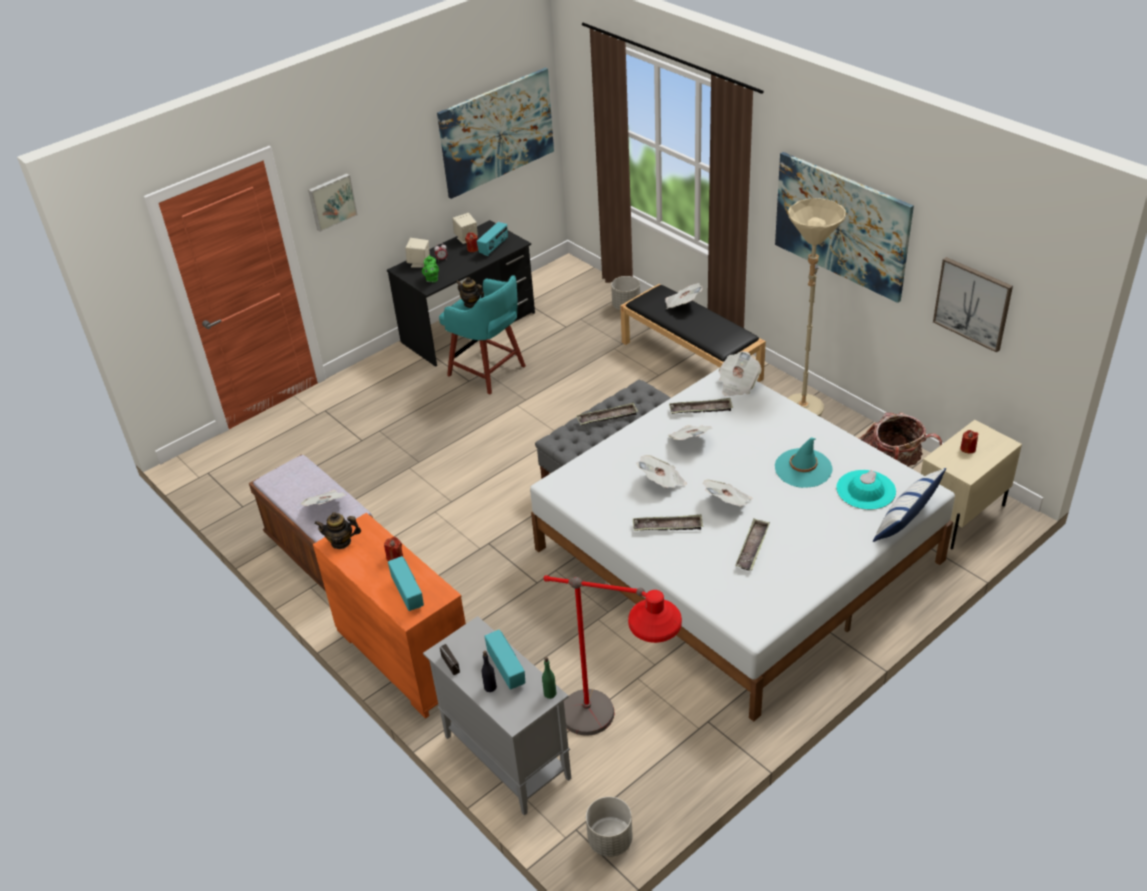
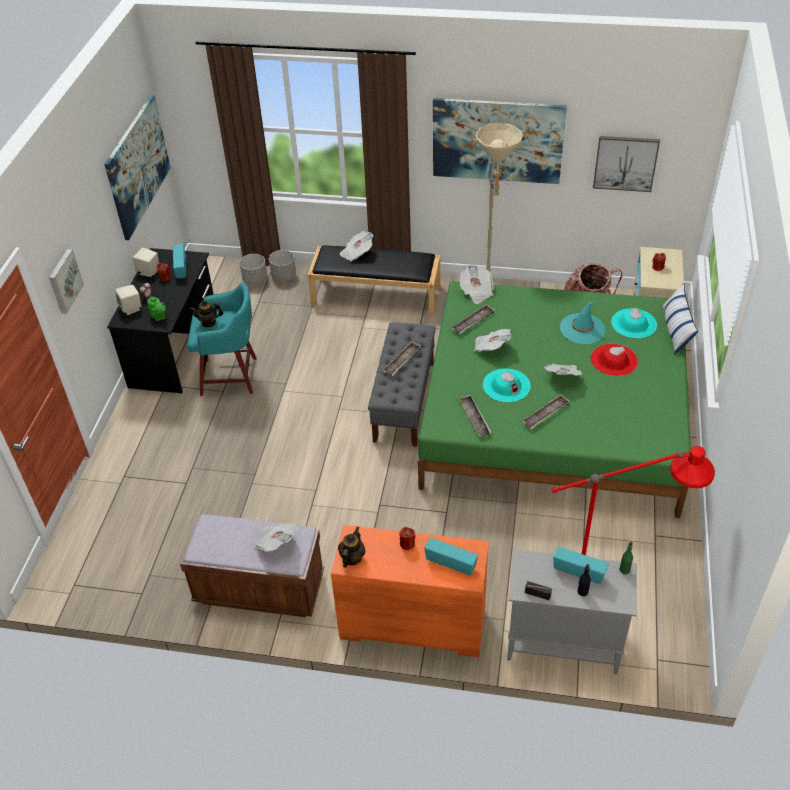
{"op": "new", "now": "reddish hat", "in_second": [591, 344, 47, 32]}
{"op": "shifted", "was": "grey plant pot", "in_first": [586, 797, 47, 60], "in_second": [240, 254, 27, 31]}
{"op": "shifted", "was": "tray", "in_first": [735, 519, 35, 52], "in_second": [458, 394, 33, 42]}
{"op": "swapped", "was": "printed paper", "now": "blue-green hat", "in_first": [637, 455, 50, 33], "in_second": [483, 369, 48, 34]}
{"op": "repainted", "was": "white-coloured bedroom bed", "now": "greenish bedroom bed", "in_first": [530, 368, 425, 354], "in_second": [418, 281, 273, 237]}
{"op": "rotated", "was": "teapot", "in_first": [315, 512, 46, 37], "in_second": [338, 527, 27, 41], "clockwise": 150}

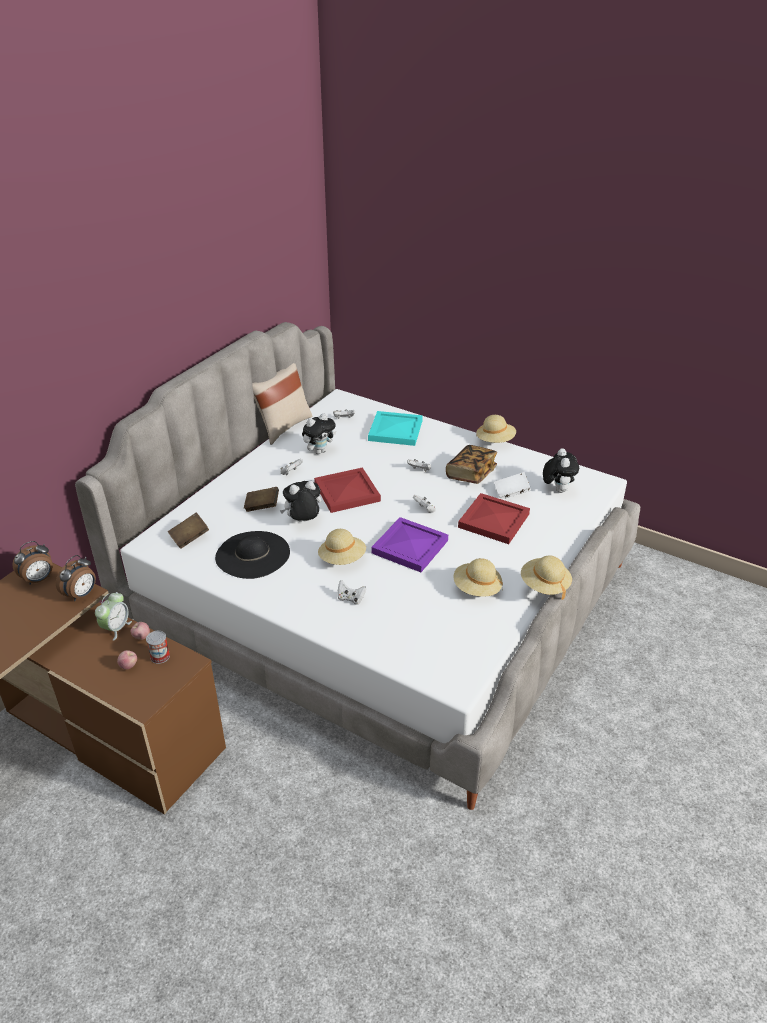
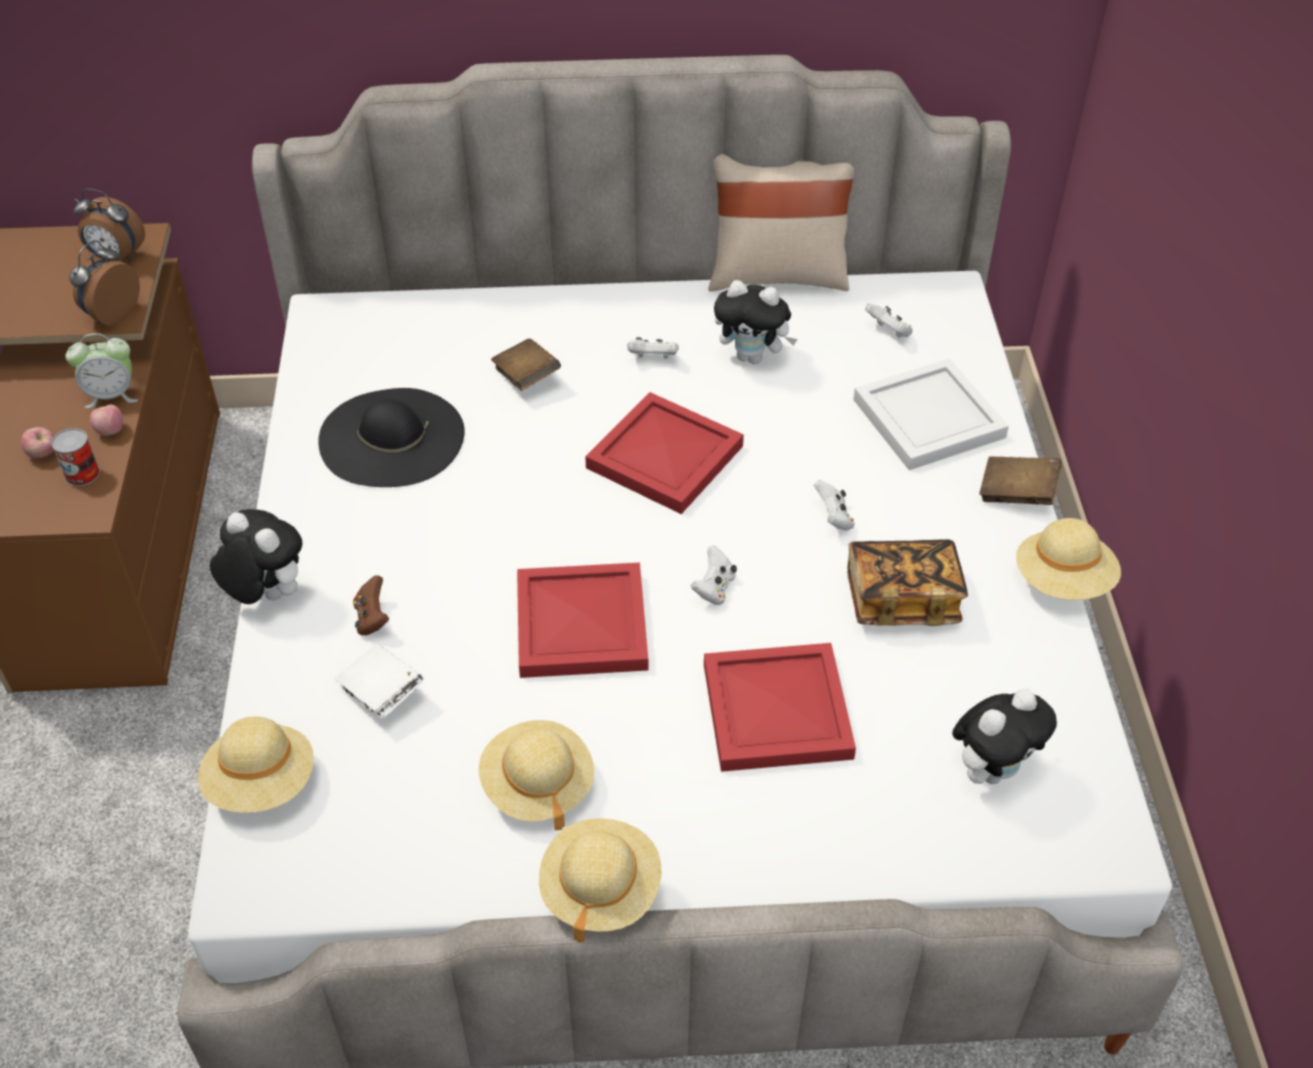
{"op": "shifted", "was": "brown-coloured bound book", "in_first": [168, 513, 41, 36], "in_second": [980, 456, 82, 49]}
{"op": "shifted", "was": "cuddly toy", "in_first": [280, 481, 42, 41], "in_second": [210, 509, 92, 95]}
{"op": "shifted", "was": "sand-coloured hat", "in_first": [318, 529, 48, 36], "in_second": [198, 716, 116, 97]}
{"op": "shifted", "was": "white-coloured bound book", "in_first": [494, 472, 37, 28], "in_second": [335, 644, 89, 75]}
{"op": "repainted", "was": "white-coloured joypad", "now": "brown-coloured joypad", "in_first": [338, 580, 28, 25], "in_second": [353, 575, 36, 61]}
{"op": "repainted", "was": "blue-green tray", "now": "white-coloured tray", "in_first": [368, 411, 55, 35], "in_second": [853, 358, 156, 112]}
{"op": "repainted", "was": "purple-coloured tray", "now": "reddish tray", "in_first": [371, 517, 77, 55], "in_second": [517, 562, 131, 116]}
{"op": "rotated", "was": "bedside clock", "in_first": [56, 555, 40, 46], "in_second": [69, 240, 71, 85], "clockwise": 120}

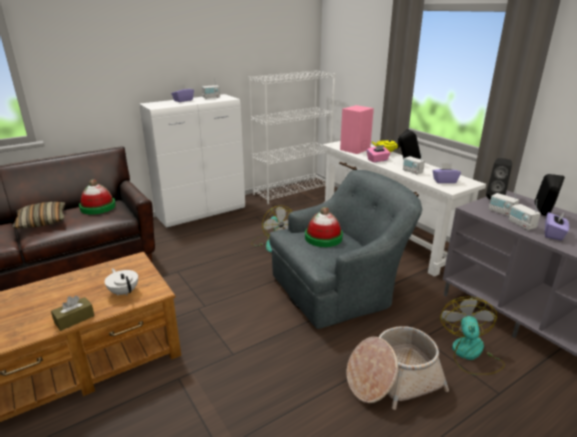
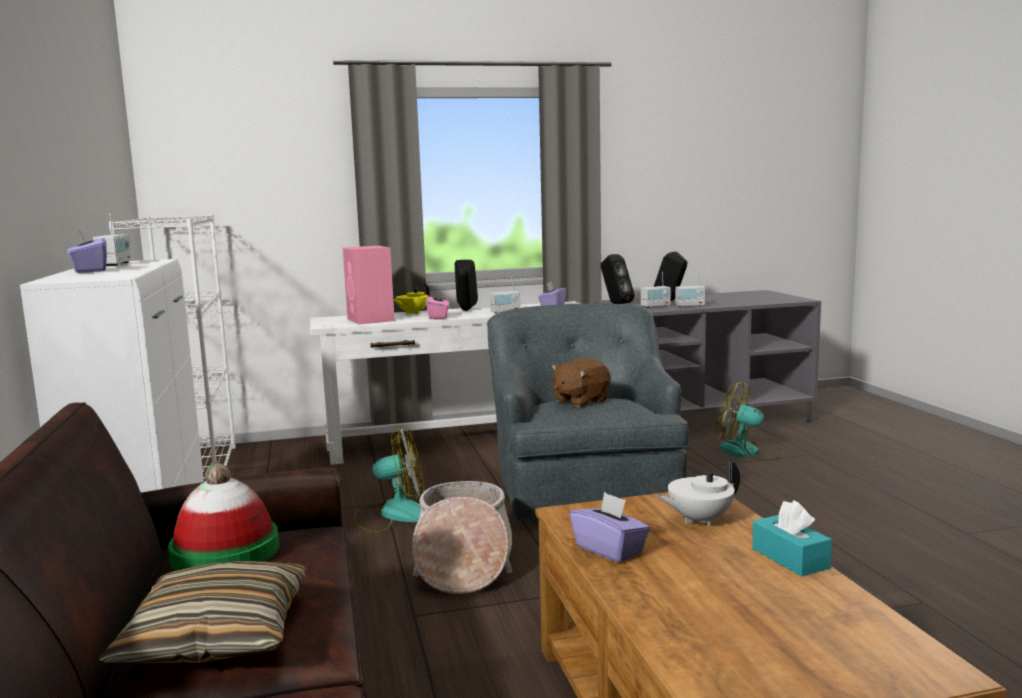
{"op": "shifted", "was": "storage basket", "in_first": [346, 326, 103, 84], "in_second": [412, 481, 101, 113]}
{"op": "shifted", "was": "purple-coloured box of tissues", "in_first": [545, 212, 24, 28], "in_second": [570, 492, 80, 71]}
{"op": "swapped", "was": "hat", "now": "brown-coloured cuddly toy", "in_first": [305, 207, 38, 40], "in_second": [551, 358, 60, 49]}
{"op": "repainted", "was": "brown-coloured box of tissues", "now": "blue-green box of tissues", "in_first": [51, 296, 44, 35], "in_second": [752, 500, 80, 76]}

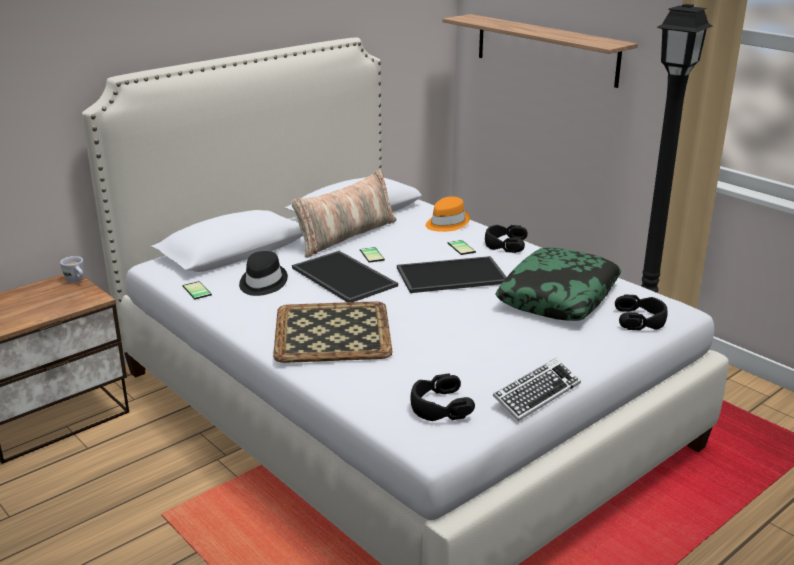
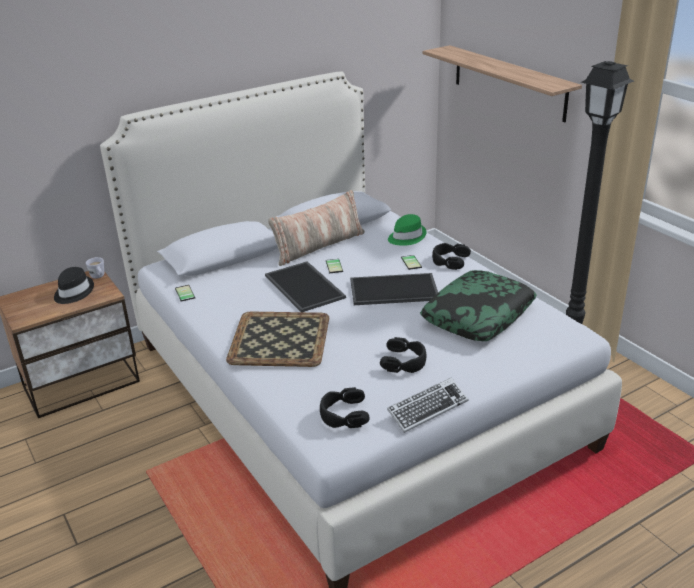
{"op": "shifted", "was": "black hat", "in_first": [239, 251, 49, 45], "in_second": [54, 267, 40, 37]}
{"op": "shifted", "was": "black headphones", "in_first": [615, 294, 53, 36], "in_second": [380, 337, 46, 36]}
{"op": "repainted", "was": "orangey hat", "now": "greenish hat", "in_first": [426, 196, 44, 36], "in_second": [388, 214, 38, 32]}

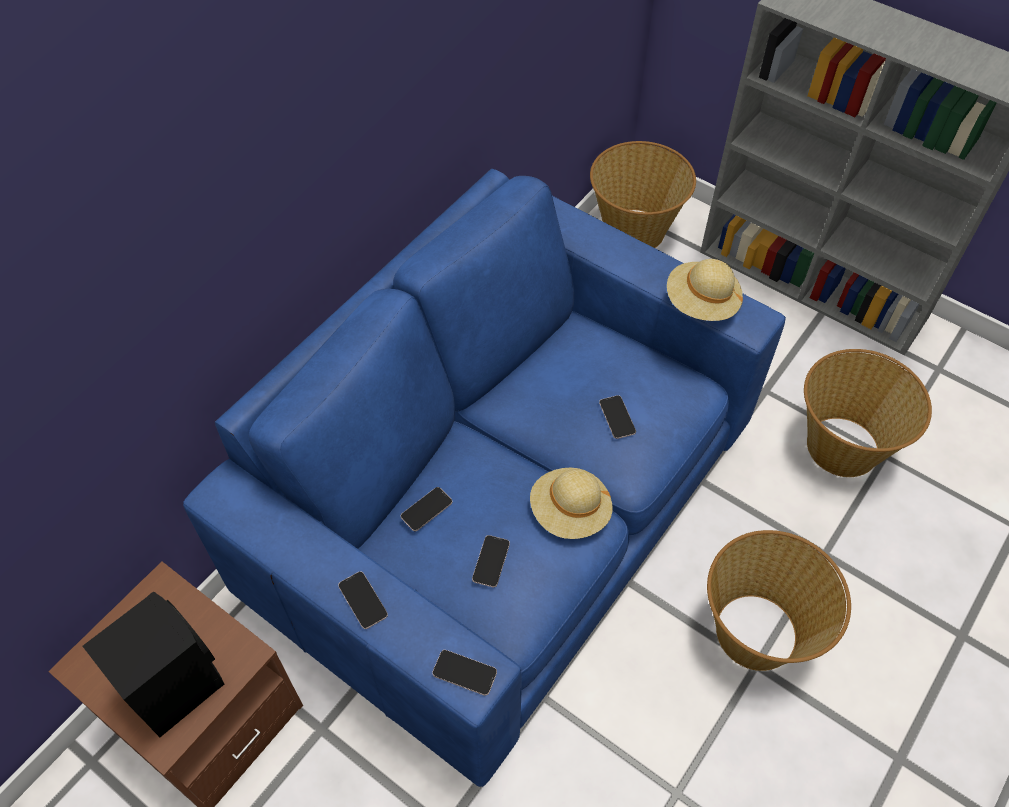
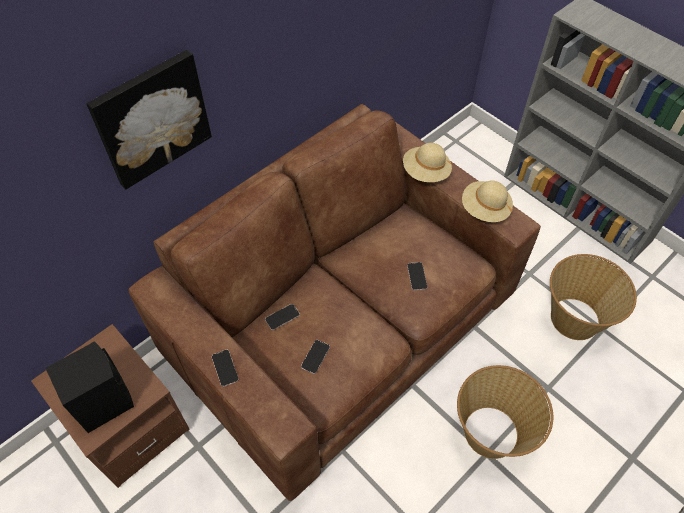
{"op": "gone", "was": "telephone", "in_first": [432, 650, 65, 46]}
{"op": "gone", "was": "storage basket", "in_first": [590, 141, 106, 107]}
{"op": "new", "now": "wall art", "in_second": [86, 50, 126, 140]}
{"op": "shifted", "was": "sand-coloured hat", "in_first": [530, 468, 82, 71], "in_second": [403, 143, 49, 39]}
{"op": "repainted", "was": "blue couch", "now": "brown-coloured couch", "in_first": [183, 169, 603, 618], "in_second": [128, 104, 413, 397]}

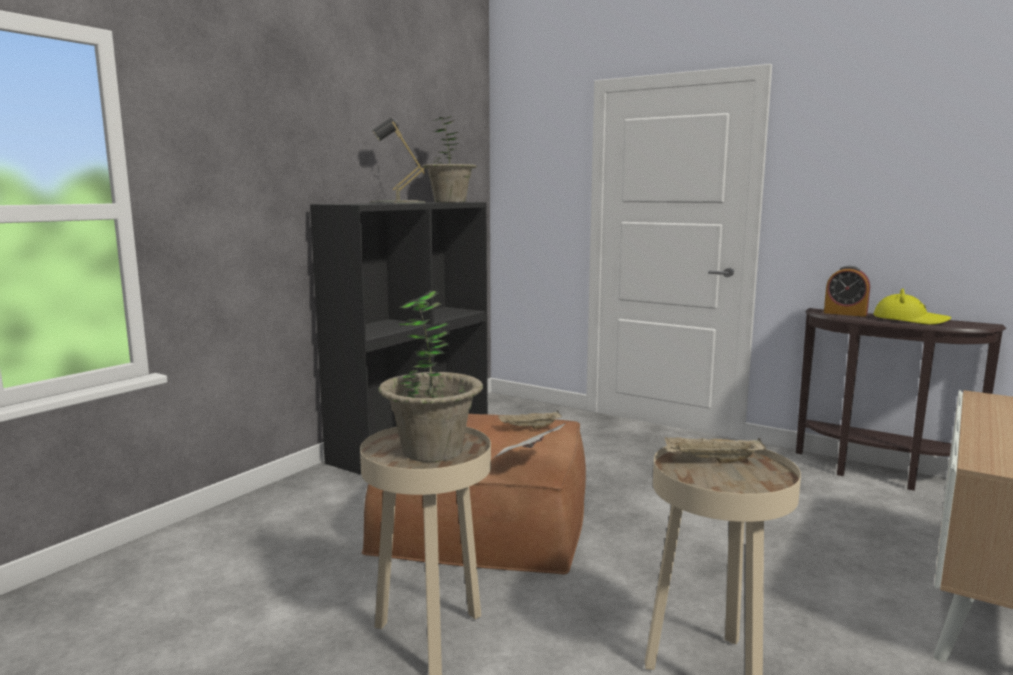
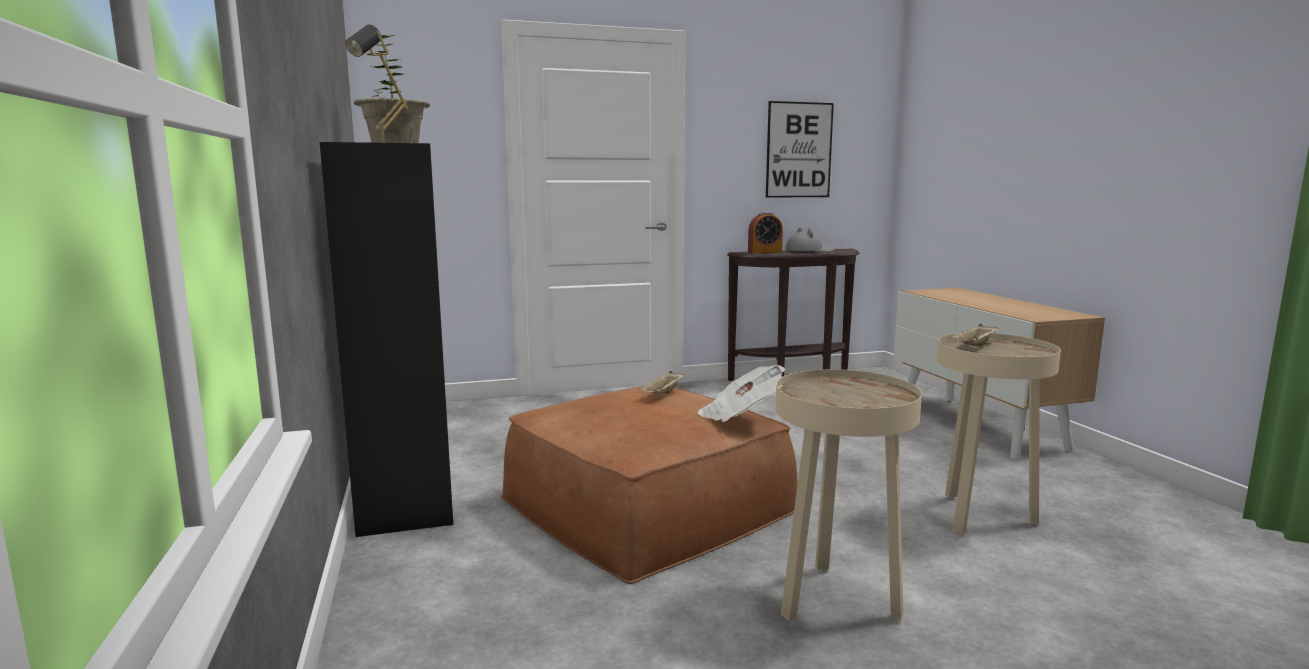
{"op": "gone", "was": "potted plant", "in_first": [378, 291, 105, 171]}
{"op": "new", "now": "wall art", "in_second": [766, 101, 68, 97]}
{"op": "repainted", "was": "yellowish hat", "now": "grey hat", "in_first": [874, 288, 77, 37], "in_second": [785, 227, 50, 25]}

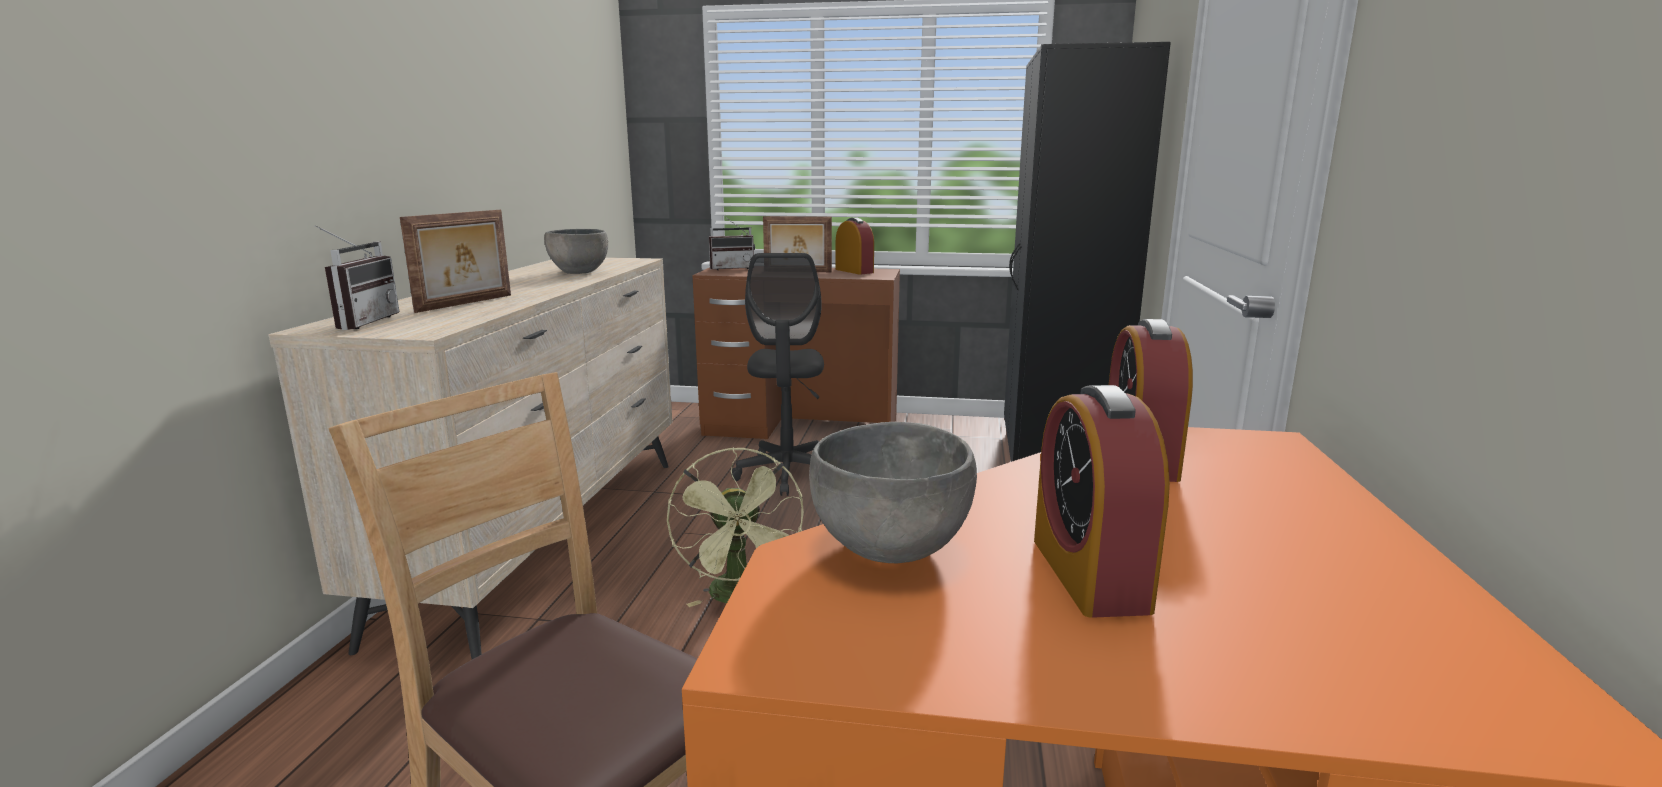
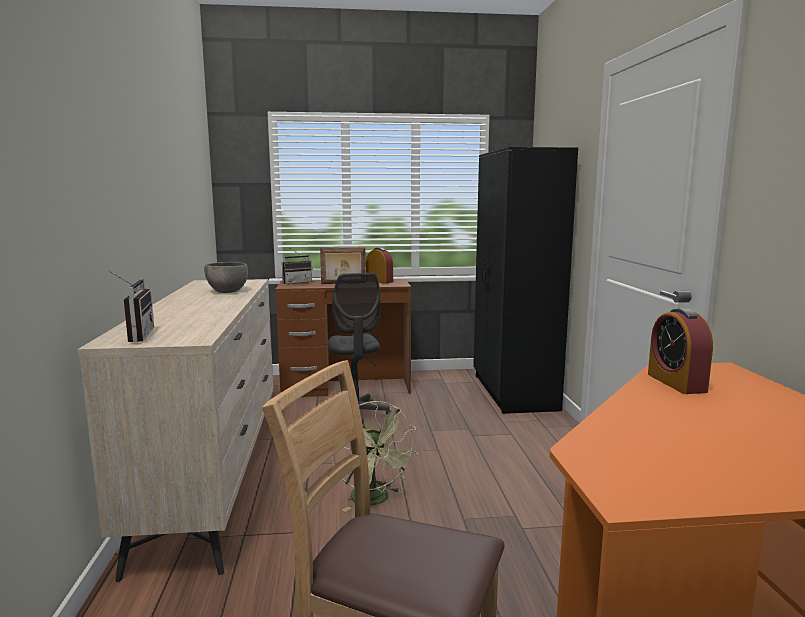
{"op": "gone", "was": "photo frame", "in_first": [400, 210, 111, 103]}
{"op": "gone", "was": "grey serving bowl", "in_first": [809, 422, 168, 141]}
{"op": "gone", "was": "bedside clock", "in_first": [1034, 385, 136, 233]}

